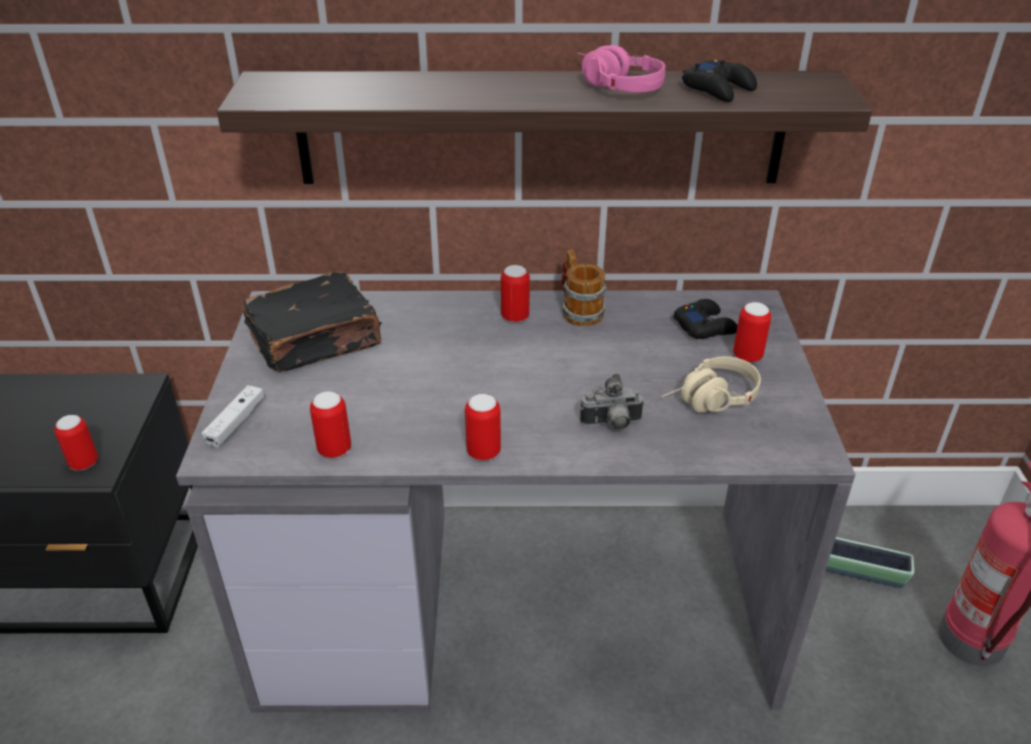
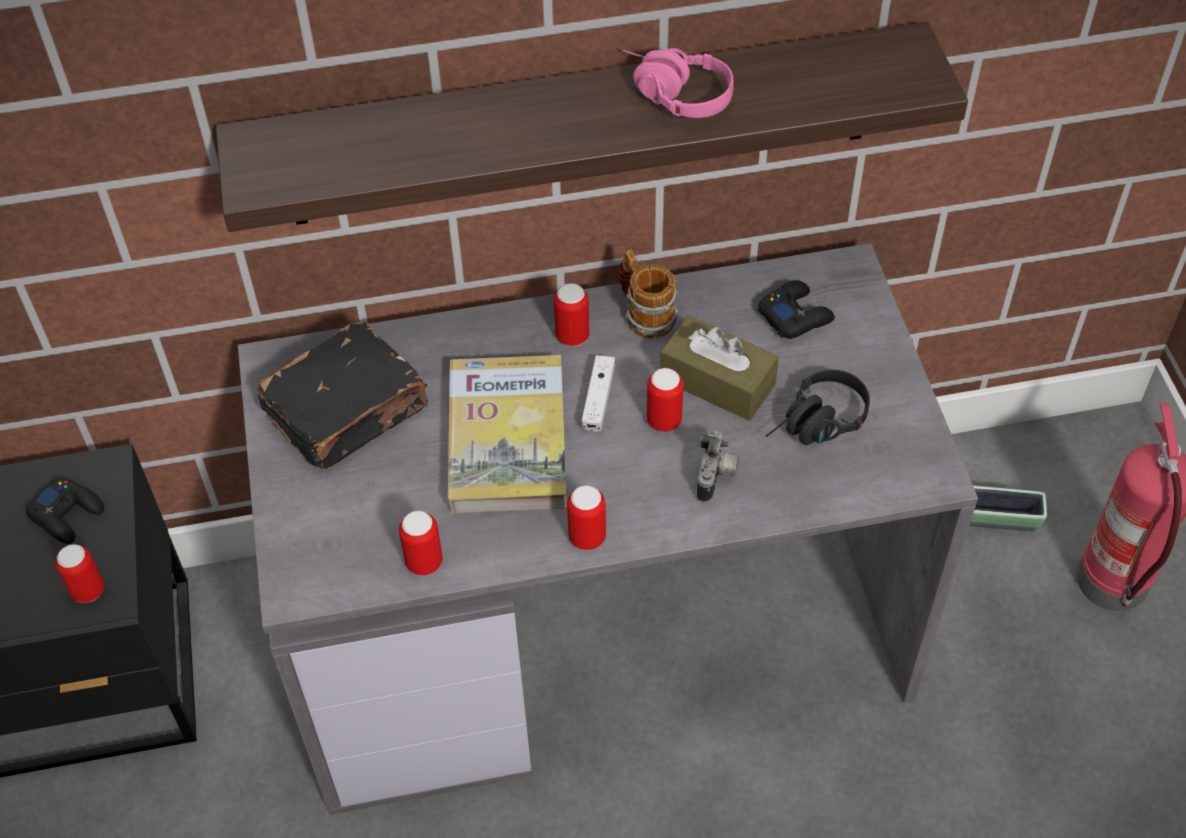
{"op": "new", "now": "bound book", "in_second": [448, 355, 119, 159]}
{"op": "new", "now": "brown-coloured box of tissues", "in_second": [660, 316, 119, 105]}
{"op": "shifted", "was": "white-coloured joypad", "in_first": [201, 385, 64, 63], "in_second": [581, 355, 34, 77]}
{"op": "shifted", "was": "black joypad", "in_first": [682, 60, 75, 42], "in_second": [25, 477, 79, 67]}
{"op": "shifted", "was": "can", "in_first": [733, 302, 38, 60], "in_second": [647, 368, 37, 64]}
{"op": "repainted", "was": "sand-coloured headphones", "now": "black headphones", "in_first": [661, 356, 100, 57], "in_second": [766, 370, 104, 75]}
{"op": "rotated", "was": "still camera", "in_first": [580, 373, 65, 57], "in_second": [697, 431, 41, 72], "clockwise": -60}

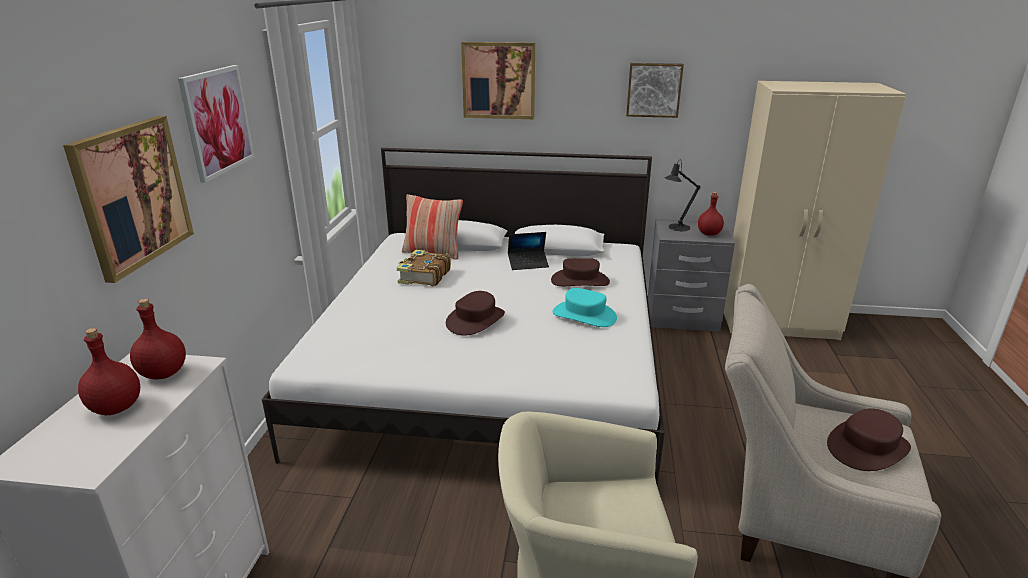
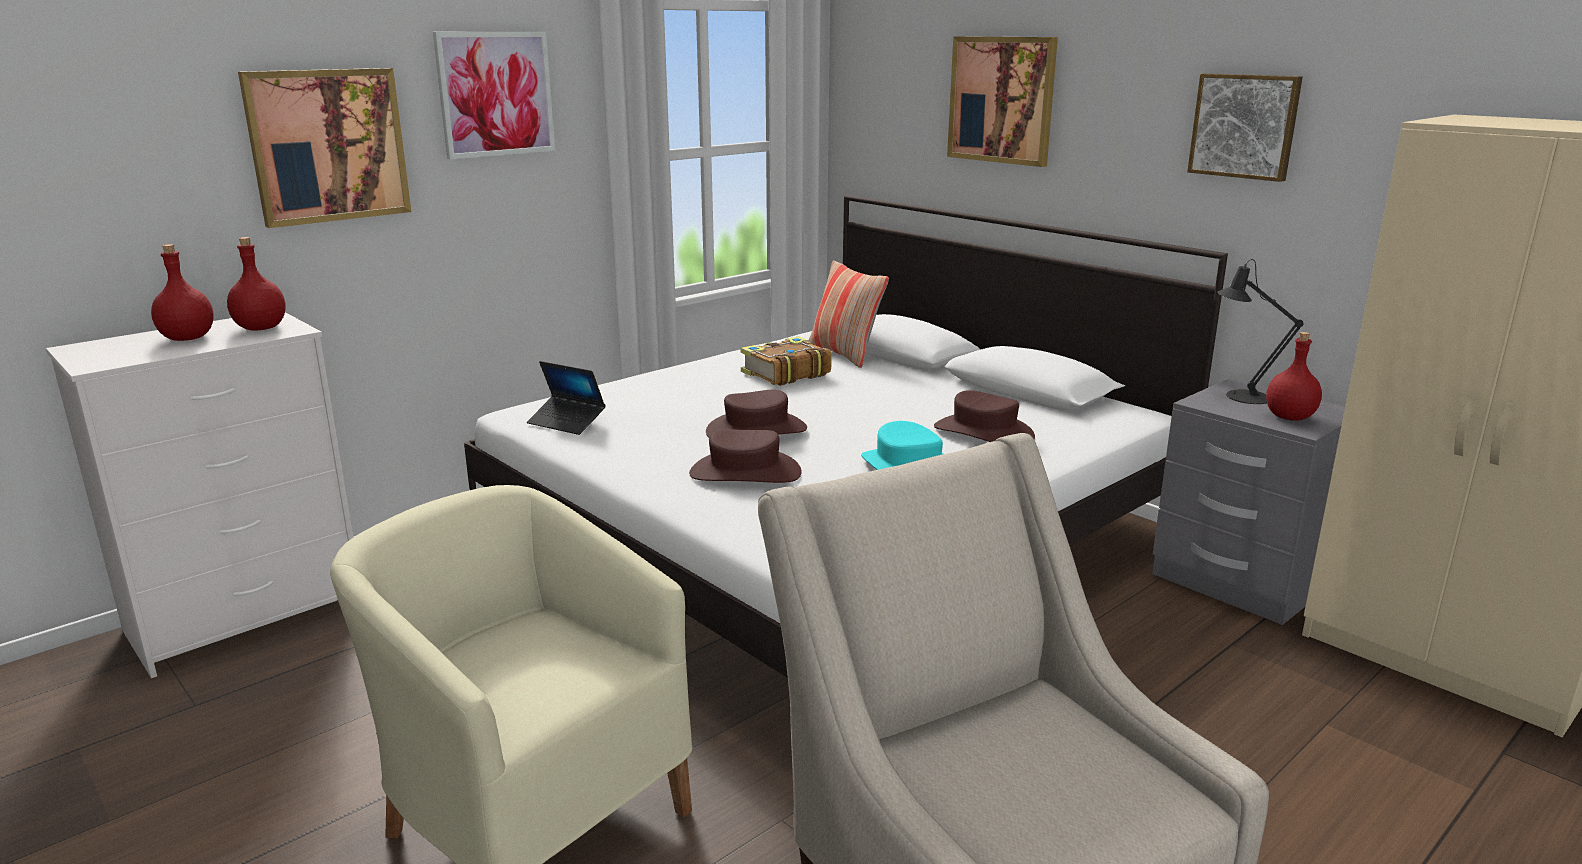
{"op": "shifted", "was": "laptop", "in_first": [508, 232, 41, 38], "in_second": [527, 361, 79, 74]}
{"op": "shifted", "was": "brown-coloured hat", "in_first": [827, 409, 84, 62], "in_second": [689, 429, 113, 54]}

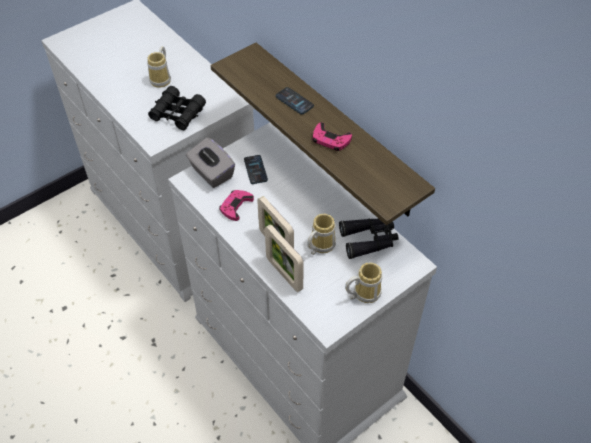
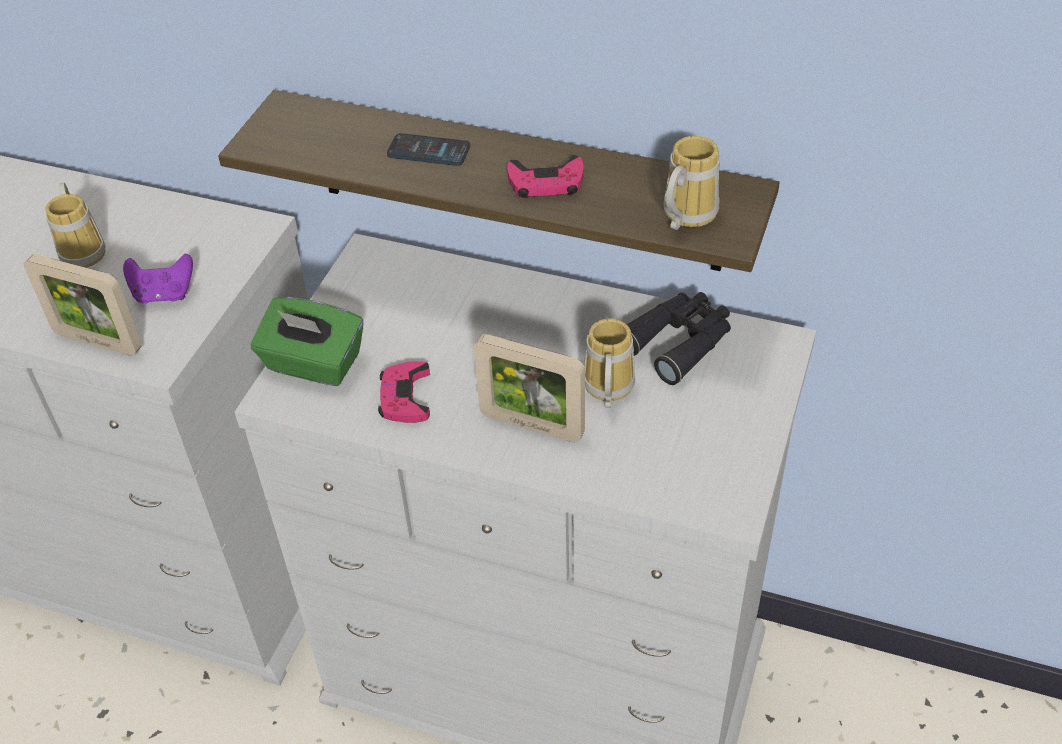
{"op": "gone", "was": "telephone", "in_first": [244, 155, 24, 29]}
{"op": "shifted", "was": "photo frame", "in_first": [265, 224, 39, 68], "in_second": [23, 254, 119, 102]}
{"op": "shifted", "was": "coffee mug", "in_first": [345, 262, 37, 41], "in_second": [663, 136, 57, 94]}
{"op": "swapped", "was": "black pair of binoculars", "now": "purple-coloured joypad", "in_first": [148, 86, 58, 44], "in_second": [123, 254, 70, 50]}
{"op": "repainted", "was": "grey box of tissues", "now": "greenish box of tissues", "in_first": [186, 137, 49, 51], "in_second": [250, 297, 114, 89]}

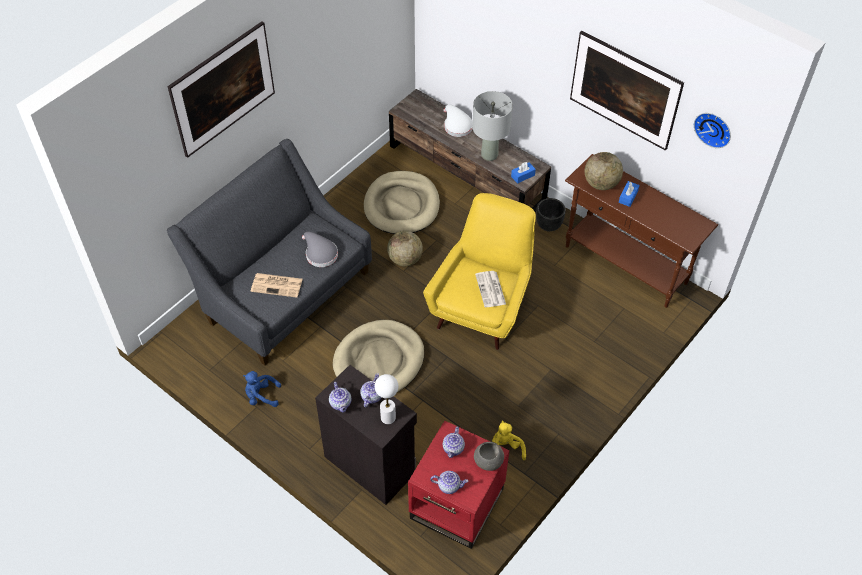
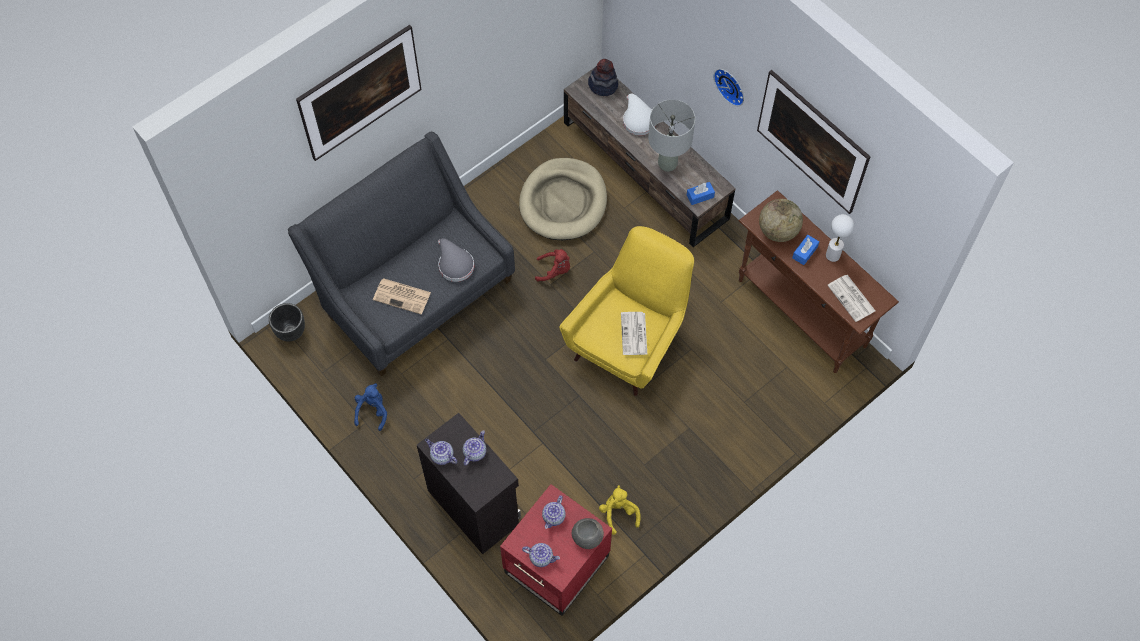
{"op": "gone", "was": "sand-coloured pet bed", "in_first": [333, 320, 91, 72]}
{"op": "new", "now": "hat", "in_second": [588, 59, 30, 37]}
{"op": "new", "now": "printed paper", "in_second": [827, 275, 48, 47]}
{"op": "shifted", "was": "white-coloured tabletop lamp", "in_first": [375, 374, 23, 50], "in_second": [826, 214, 28, 48]}
{"op": "shifted", "was": "black plant pot", "in_first": [536, 198, 30, 33], "in_second": [269, 303, 36, 39]}
{"op": "shifted", "was": "hanging clock", "in_first": [694, 113, 37, 35], "in_second": [714, 69, 30, 37]}
{"op": "swapped", "was": "desk globe", "now": "reddish cuddly toy", "in_first": [387, 231, 36, 35], "in_second": [535, 249, 35, 32]}
{"op": "rotated", "was": "blue cuddly toy", "in_first": [243, 371, 38, 36], "in_second": [354, 383, 33, 48], "clockwise": 90}
{"op": "rotated", "was": "teapot", "in_first": [329, 382, 22, 31], "in_second": [425, 439, 32, 26], "clockwise": 135}

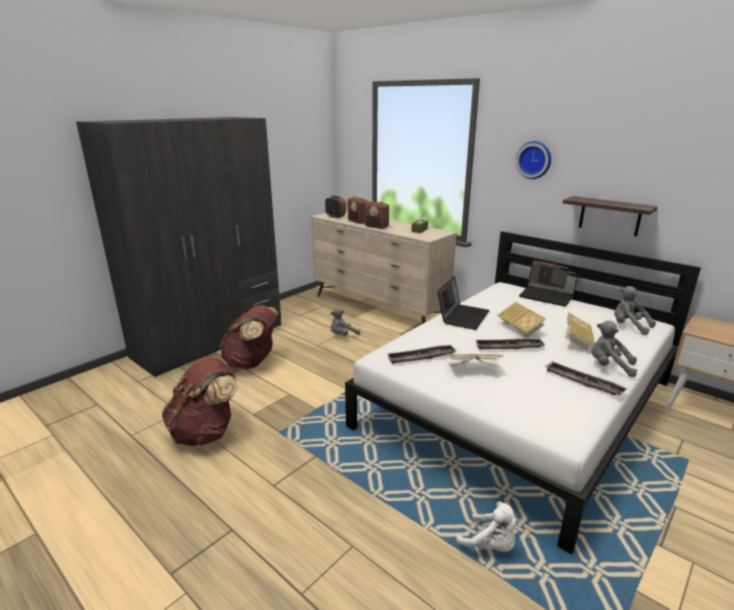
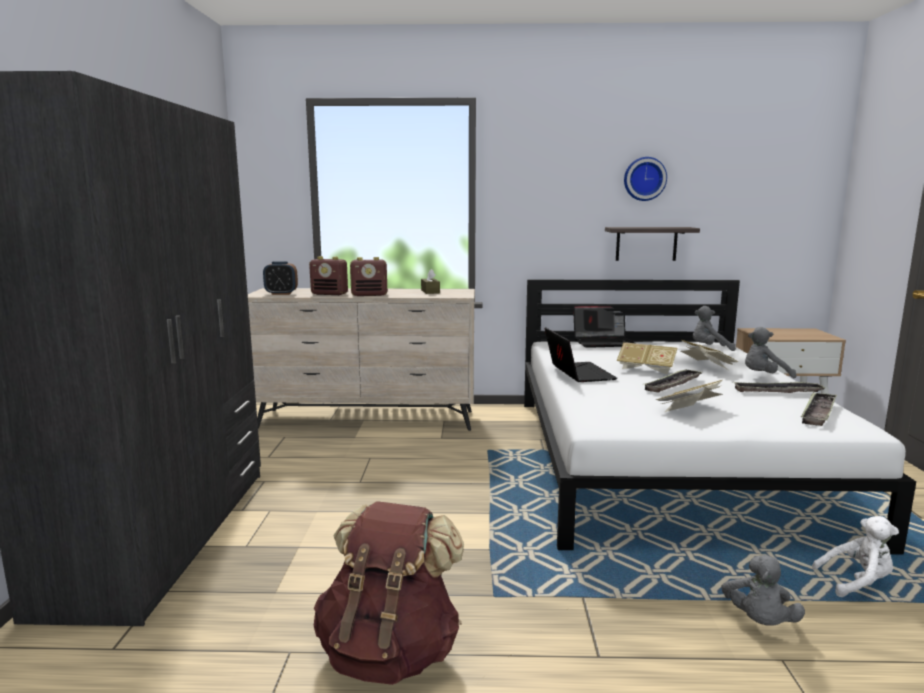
{"op": "gone", "was": "brown-coloured rucksack", "in_first": [219, 305, 59, 64]}
{"op": "shifted", "was": "grey cuddly toy", "in_first": [330, 307, 30, 29], "in_second": [721, 555, 84, 71]}
{"op": "shifted", "was": "tray", "in_first": [386, 345, 70, 19], "in_second": [801, 392, 36, 34]}
{"op": "shifted", "was": "hanging clock", "in_first": [516, 141, 35, 38], "in_second": [624, 157, 43, 44]}

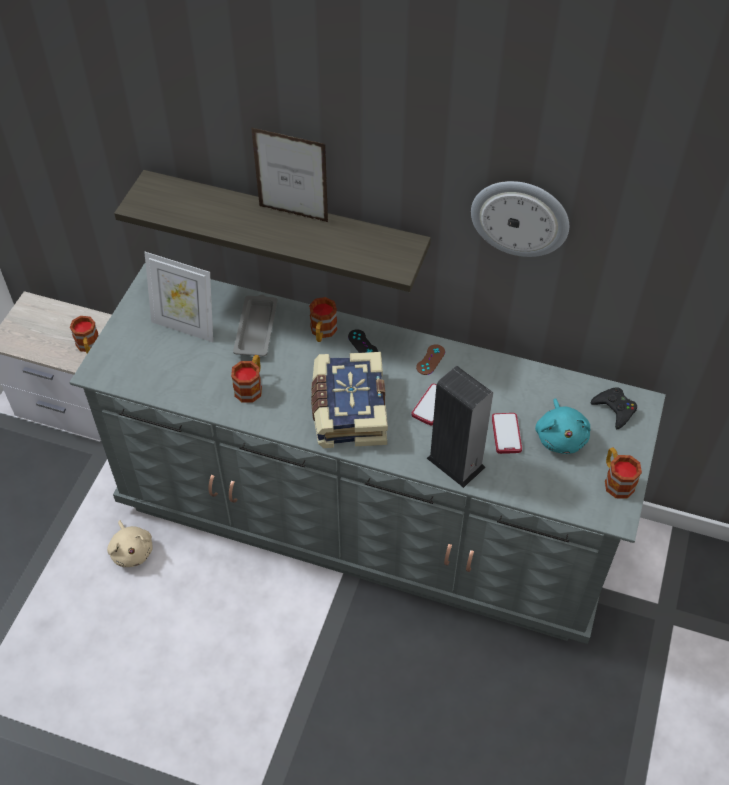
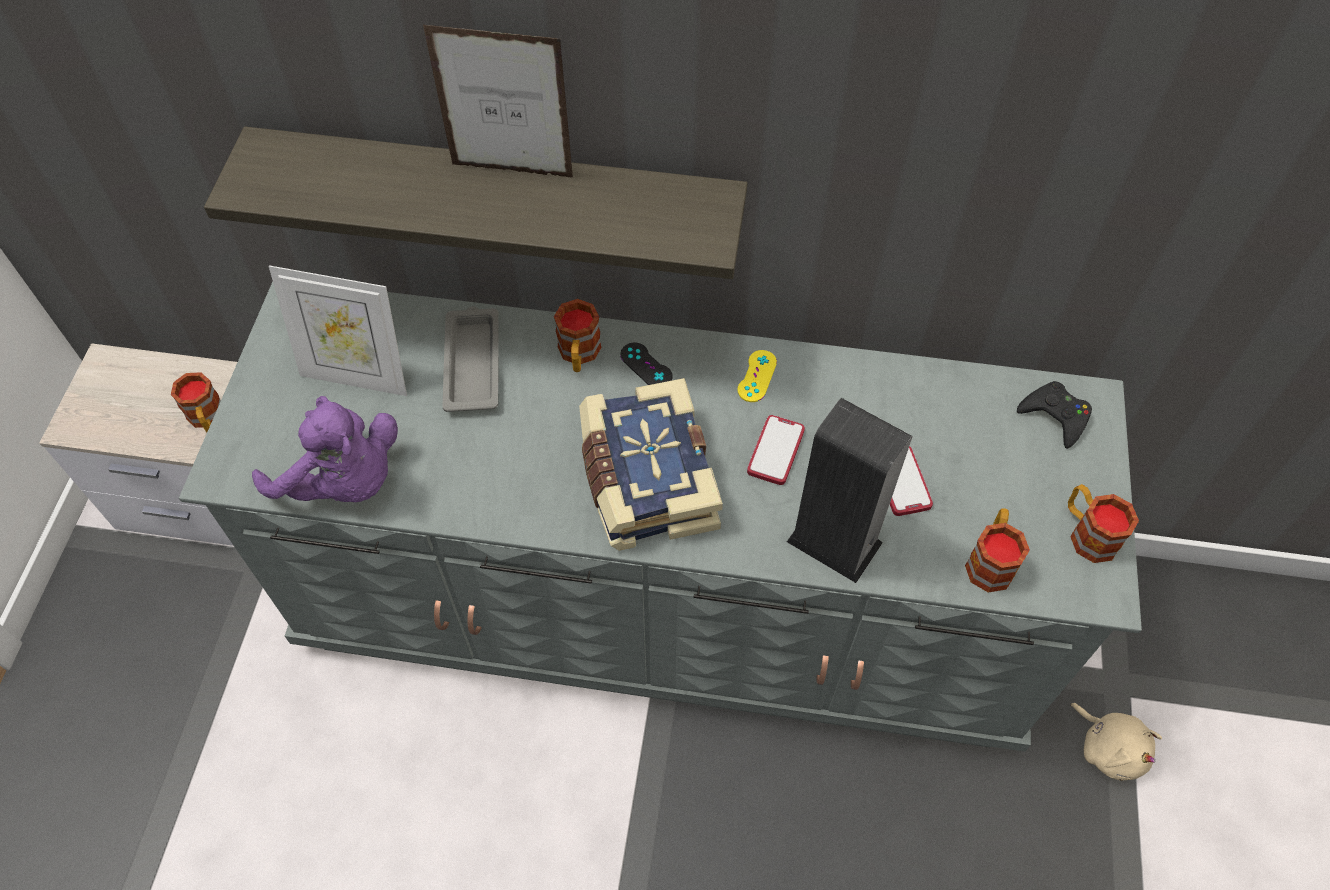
{"op": "gone", "was": "hanging clock", "in_first": [471, 181, 98, 76]}
{"op": "gone", "was": "blue-green cuddly toy", "in_first": [535, 398, 56, 56]}
{"op": "new", "now": "purple-coloured cuddly toy", "in_second": [252, 396, 146, 106]}
{"op": "shifted", "was": "sand-coloured cuddly toy", "in_first": [107, 520, 46, 47], "in_second": [1070, 703, 92, 78]}
{"op": "shifted", "was": "coffee mug", "in_first": [231, 355, 31, 47], "in_second": [965, 508, 65, 84]}
{"op": "repainted", "was": "brown-coloured joypad", "now": "yellowish joypad", "in_first": [416, 344, 29, 31], "in_second": [737, 350, 40, 52]}

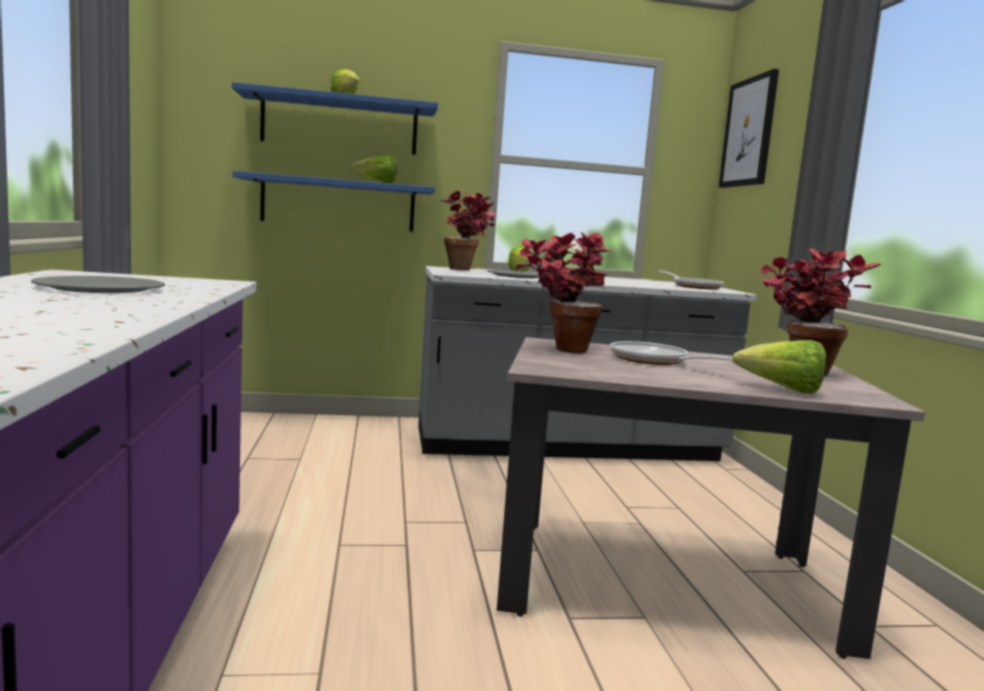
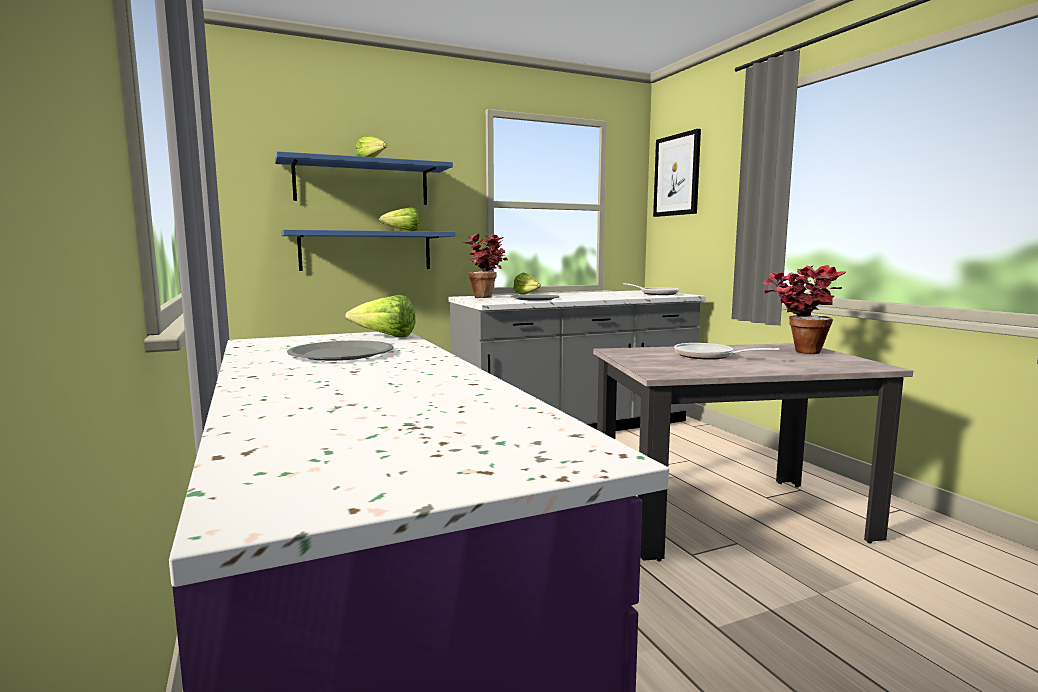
{"op": "gone", "was": "potted plant", "in_first": [515, 232, 96, 121]}
{"op": "shifted", "was": "lettuce head", "in_first": [732, 340, 94, 54], "in_second": [345, 295, 71, 43]}

